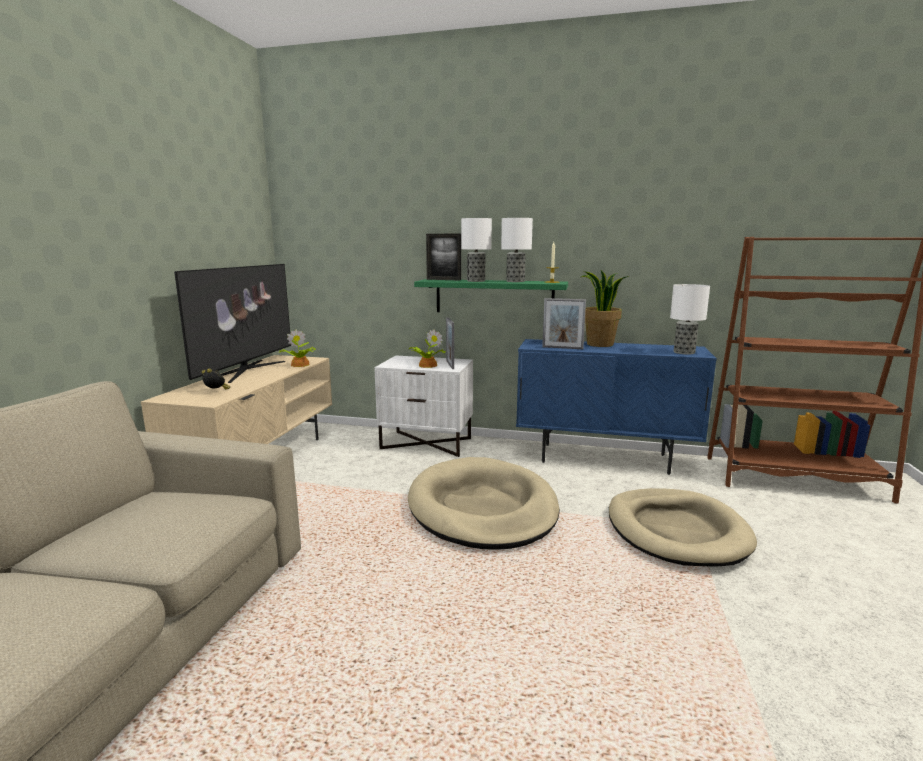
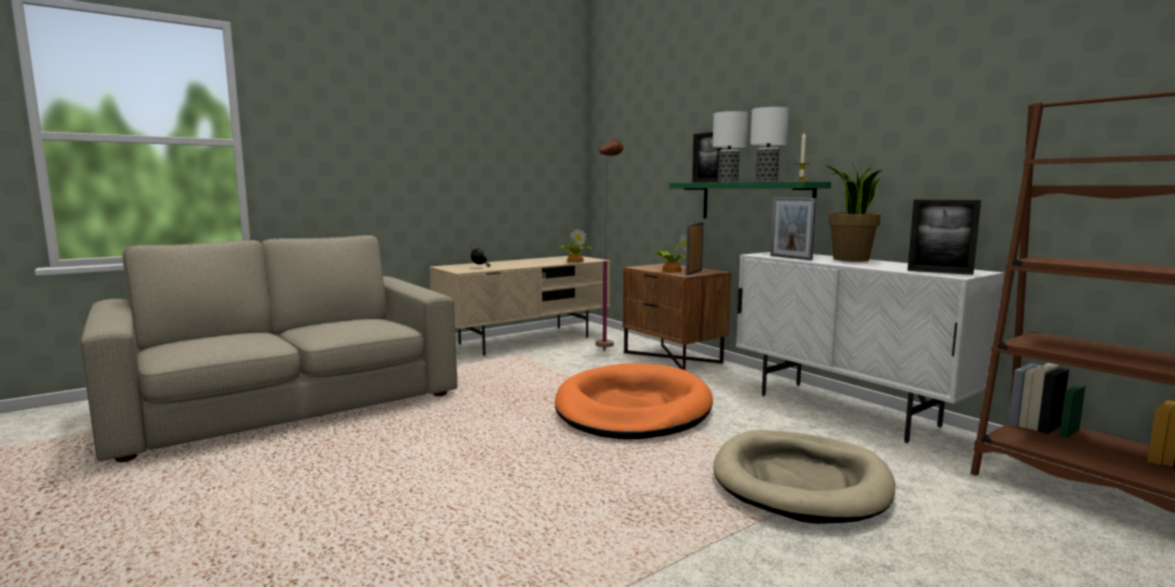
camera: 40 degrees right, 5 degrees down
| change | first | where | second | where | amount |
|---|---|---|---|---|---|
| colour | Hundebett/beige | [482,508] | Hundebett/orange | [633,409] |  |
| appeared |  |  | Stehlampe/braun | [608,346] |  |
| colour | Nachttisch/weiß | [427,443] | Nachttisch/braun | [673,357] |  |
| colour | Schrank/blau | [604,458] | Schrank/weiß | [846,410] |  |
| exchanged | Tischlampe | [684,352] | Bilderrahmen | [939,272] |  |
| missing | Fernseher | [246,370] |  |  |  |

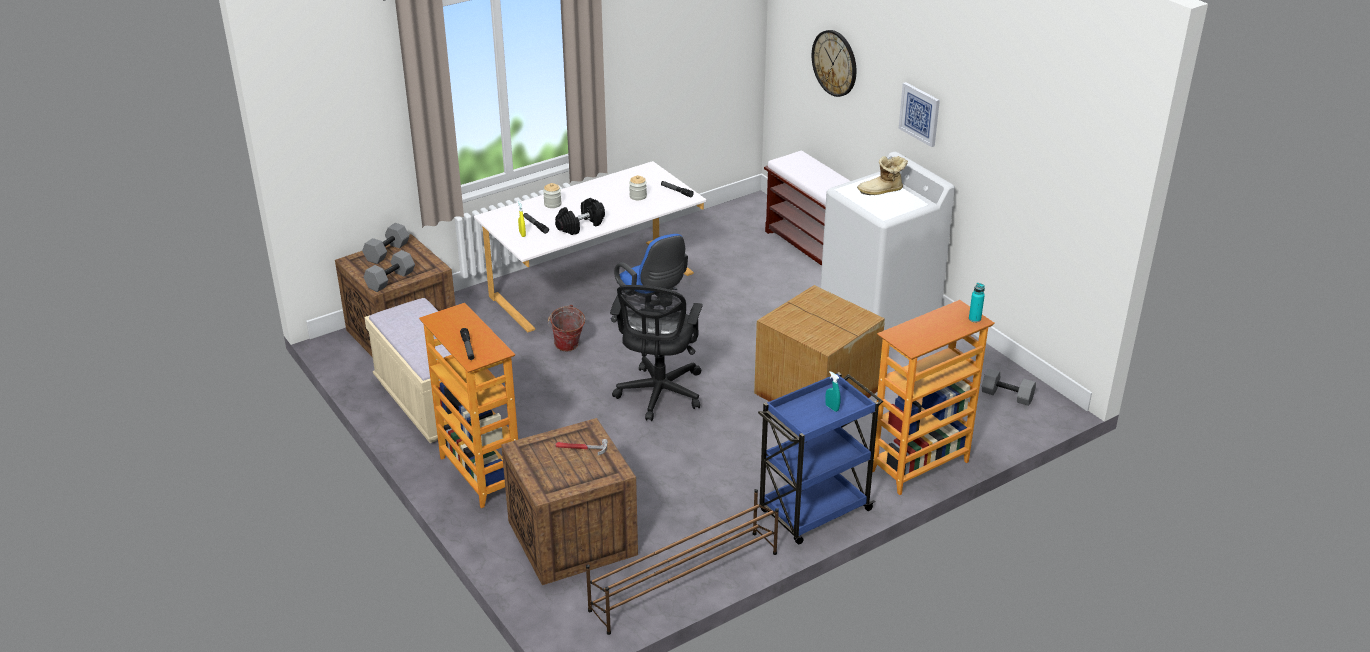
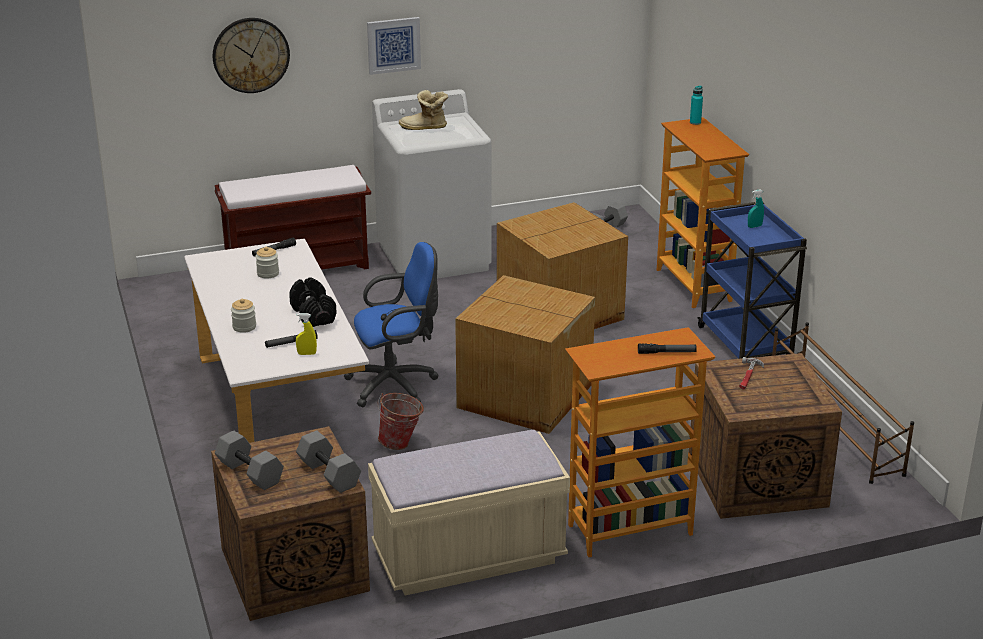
camera: 75 degrees left, 5 degrees down
| change | first | where | second | where | amount |
|---|---|---|---|---|---|
| spun | Stiefel | [882,191] |  | [424,128] | 90 degrees clockwise |
| exchanged | Bürostuhl/schwarz | [659,395] | Karton | [525,397] |  |

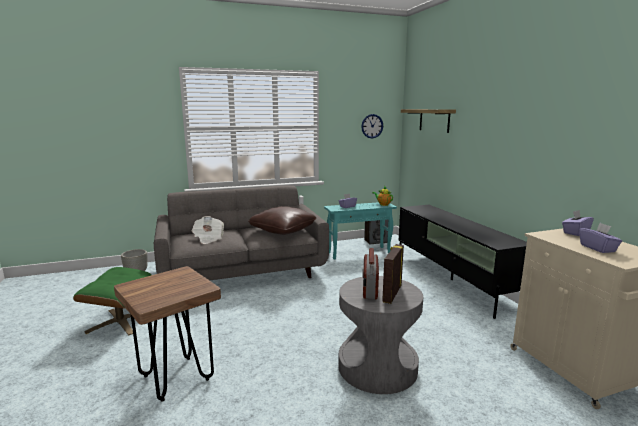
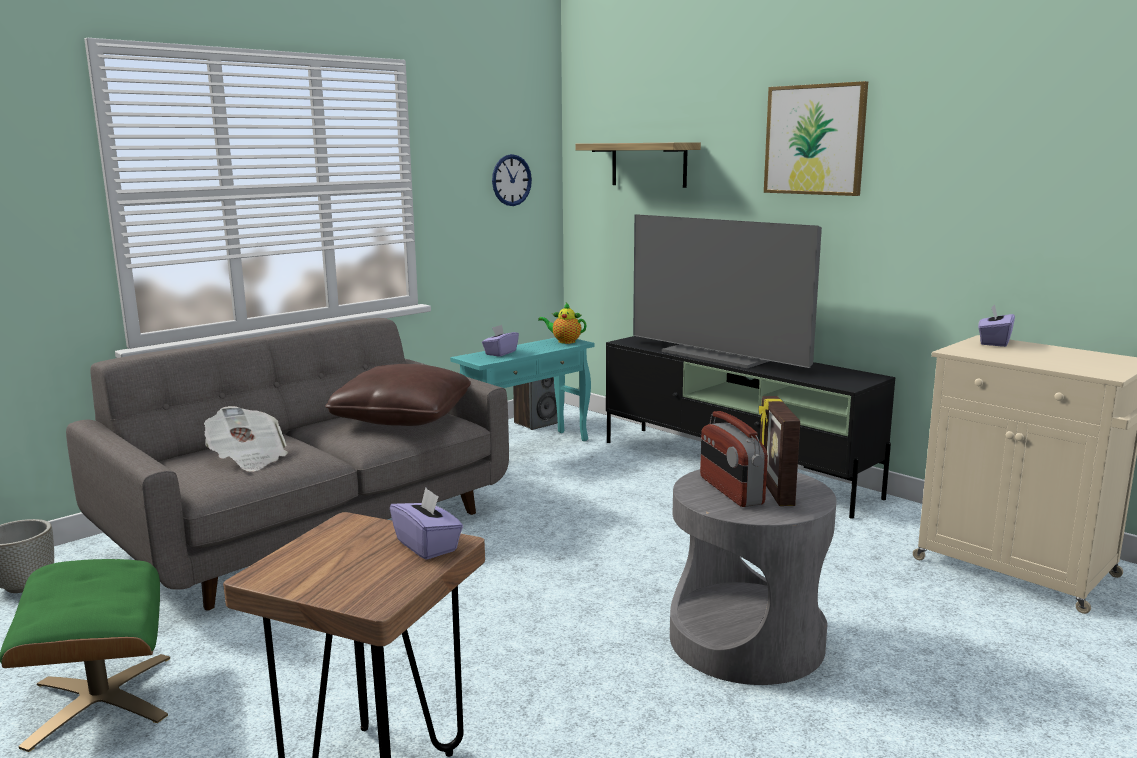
camera: 25 degrees left, 0 degrees up
| change | first | where | second | where | amount |
|---|---|---|---|---|---|
| relocated | Taschentuchbox/lila | [598,248] |  | [427,546] |  |
| appeared |  |  | Fernseher | [719,355] |  |
| appeared |  |  | Bild | [815,140] |  |

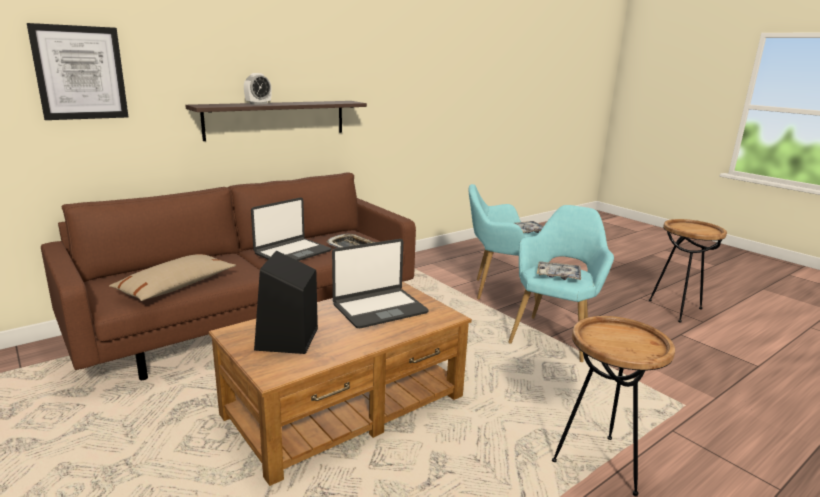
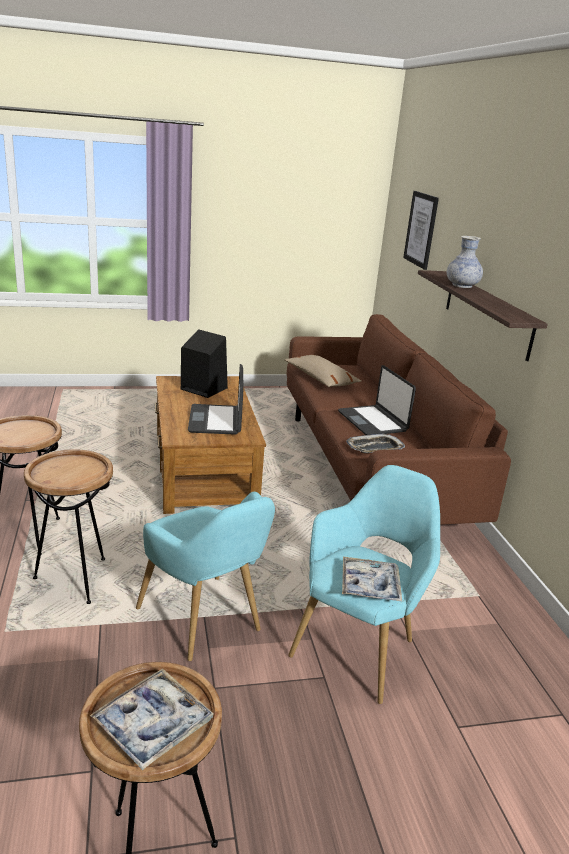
camera: 115 degrees right, 5 degrees up
| change | first | where | second | where | amount |
|---|---|---|---|---|---|
| appeared |  |  | Beistelltisch/braun | [75,580] |  |
| relocated | Tablett | [558,275] |  | [152,725] |  |
| exchanged | Wecker | [258,104] | Vase | [462,286] |  |

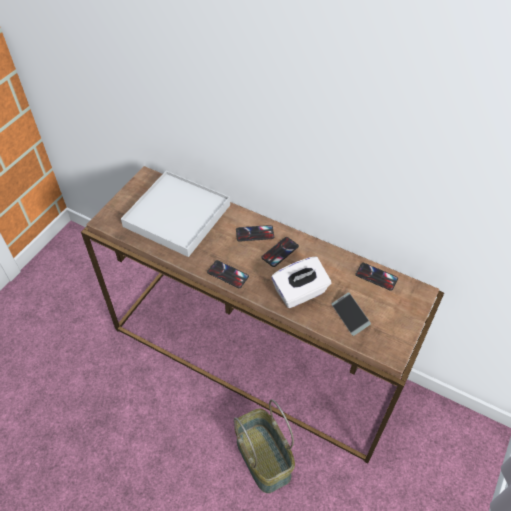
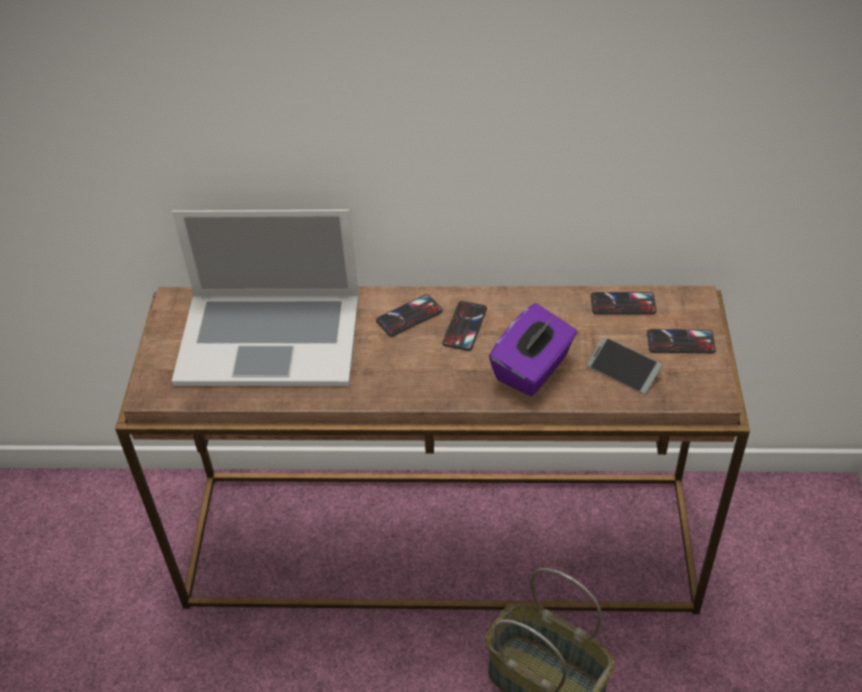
camera: 25 degrees left, 5 degrees down
| change | first | where | second | where | amount |
|---|---|---|---|---|---|
| exchanged | Tablett/weiß | [177,215] | Laptop | [269,338] |  |
| colour | Taschentuchbox/weiß | [300,292] | Taschentuchbox/lila | [533,369] |  |
| relocated | Handy | [227,274] |  | [680,342] |  |

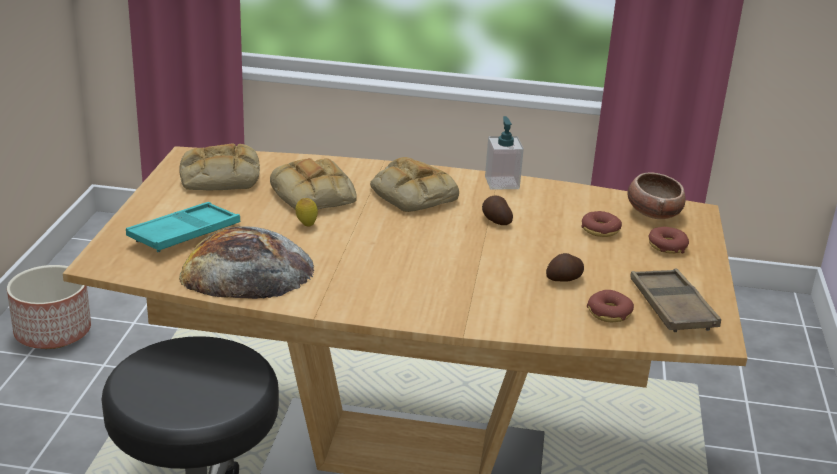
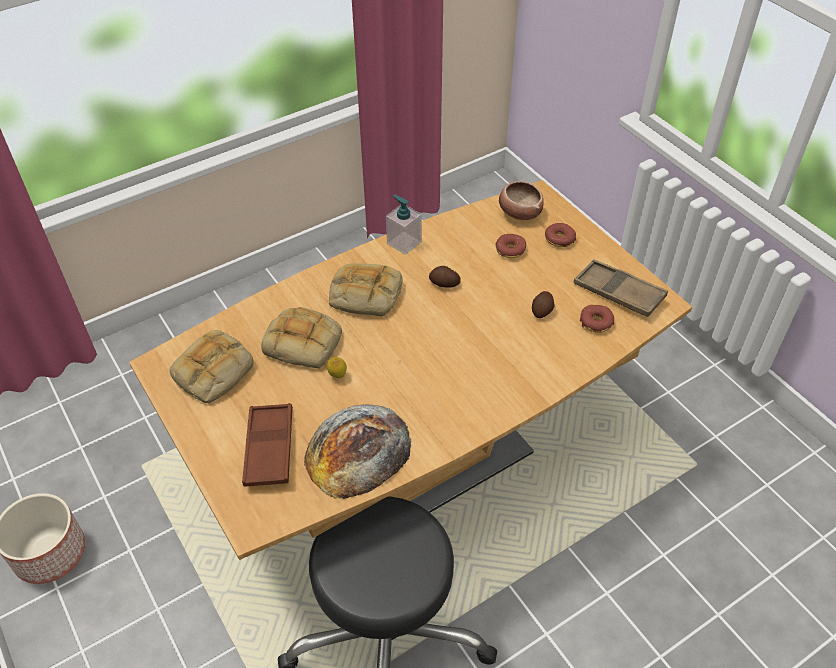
camera: 40 degrees left, 20 degrees up
| change | first | where | second | where | amount |
|---|---|---|---|---|---|
| colour | Tablett/türkis | [184,234] | Tablett/braun | [269,448] |  |

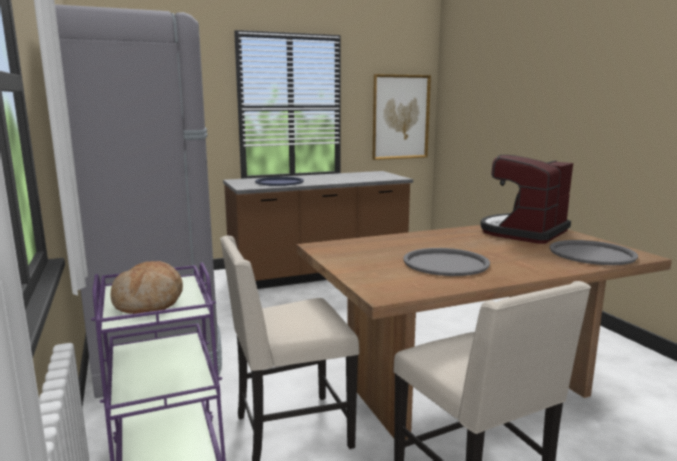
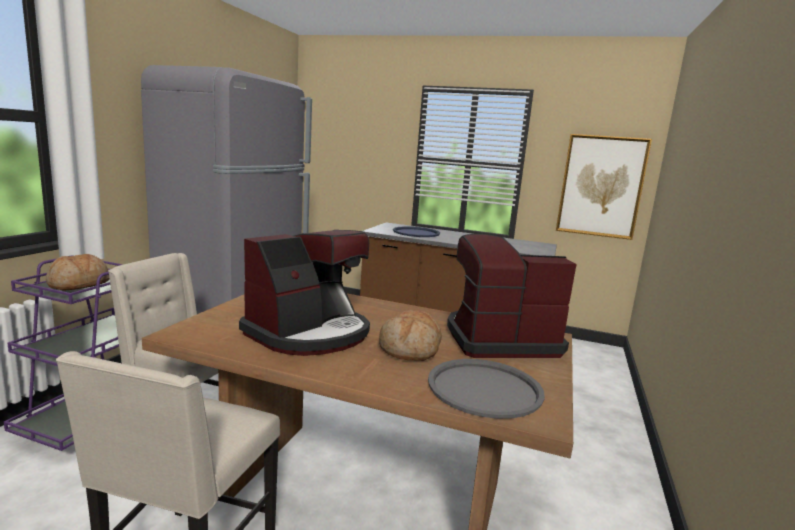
camera: 40 degrees right, 0 degrees up
| change | first | where | second | where | amount |
|---|---|---|---|---|---|
| exchanged | Tablett/grau | [445,263] | Kaffeemaschine | [309,333] |  |
| appeared |  |  | Brot | [410,349] |  |

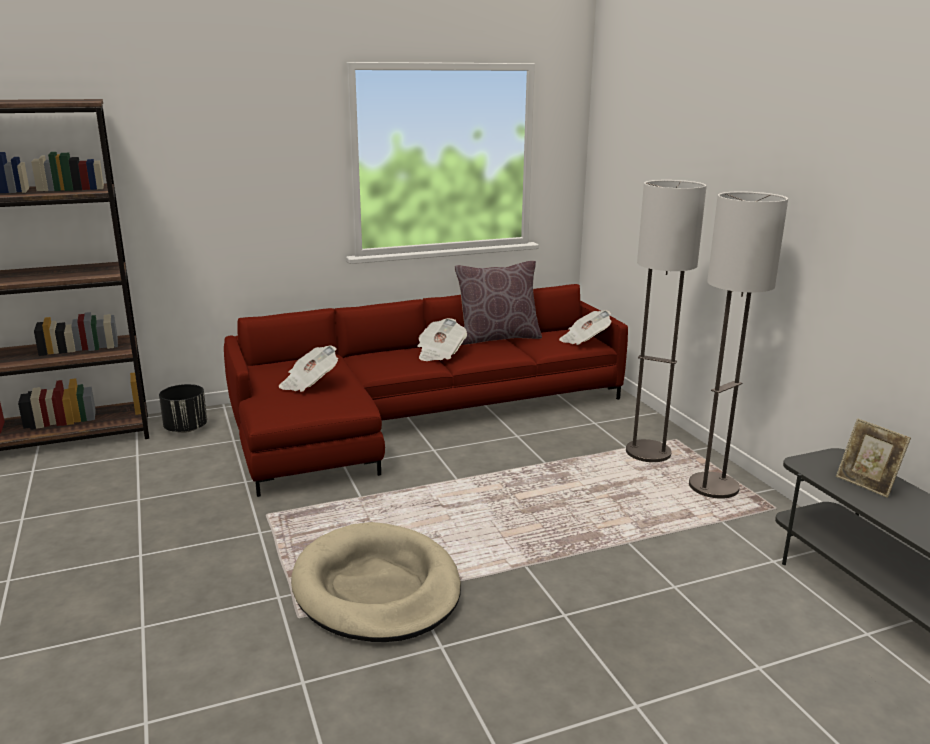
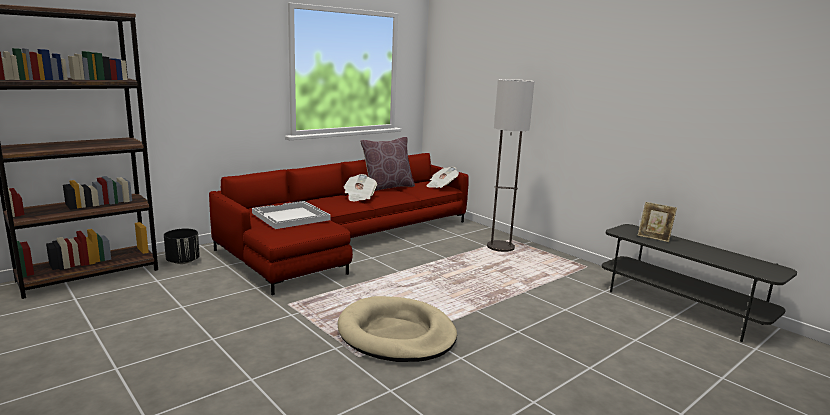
camera: 20 degrees left, 5 degrees down
| change | first | where | second | where | amount |
|---|---|---|---|---|---|
| exchanged | Zeitung | [309,384] | Tablett/weiß | [290,217] |  |
| missing | Stehlampe | [713,487] |  |  |  |

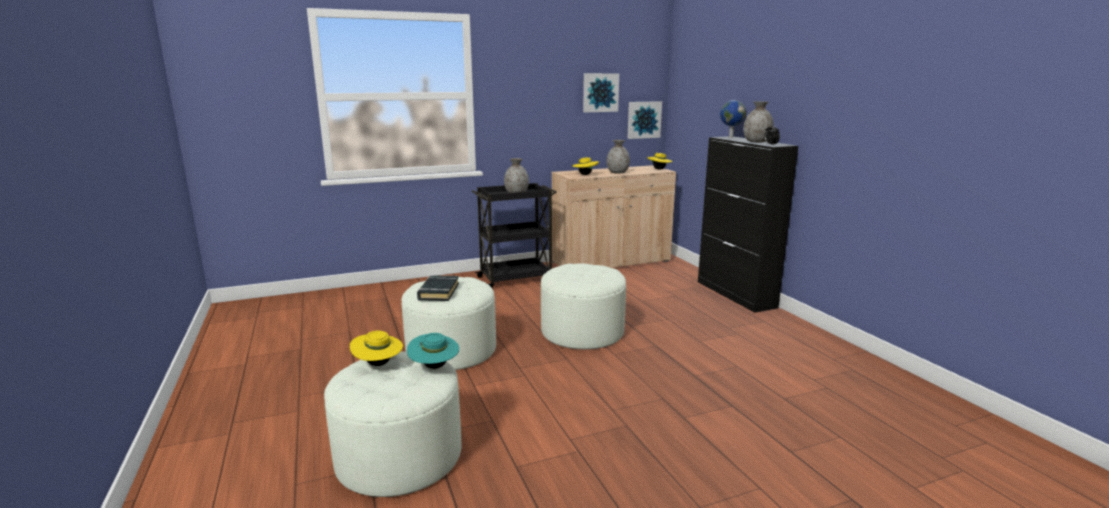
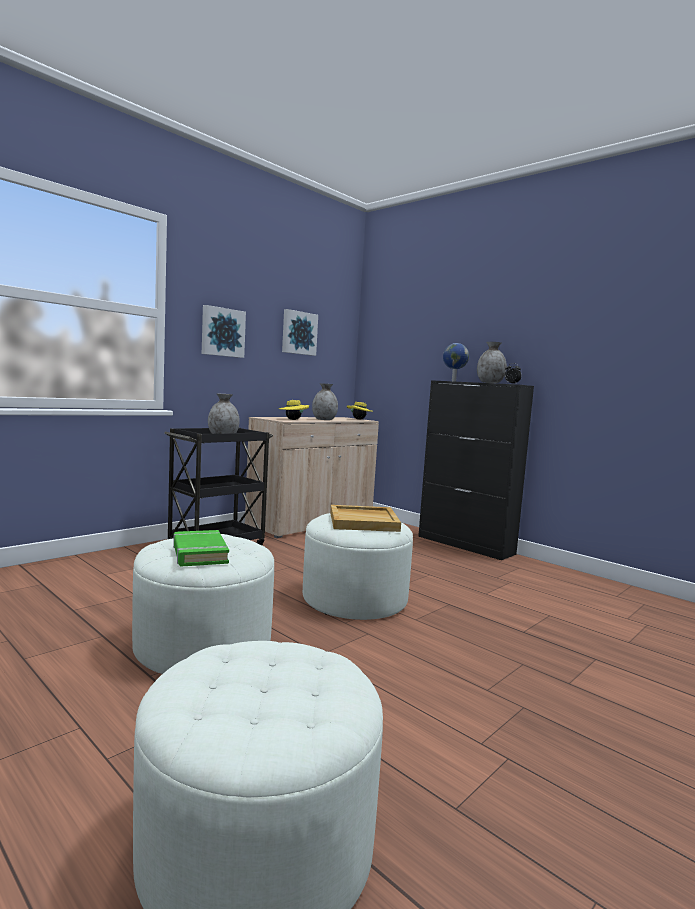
camera: 25 degrees left, 10 degrees down
| change | first | where | second | where | amount |
|---|---|---|---|---|---|
| colour | Buch/schwarz | [438,292] | Buch/grün | [199,553] |  |
| relocated | Bild | [643,120] |  | [222,332] |  |
| appeared |  |  | Tablett/beige | [364,521] |  |
| missing | Hut/gelb | [378,364] |  |  |  |
| missing | Hut/türkis | [434,367] |  |  |  |

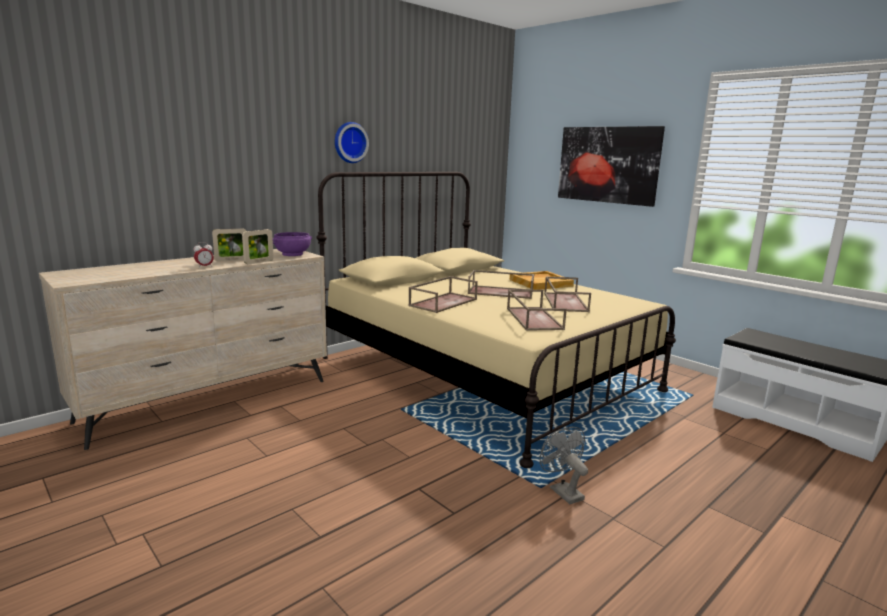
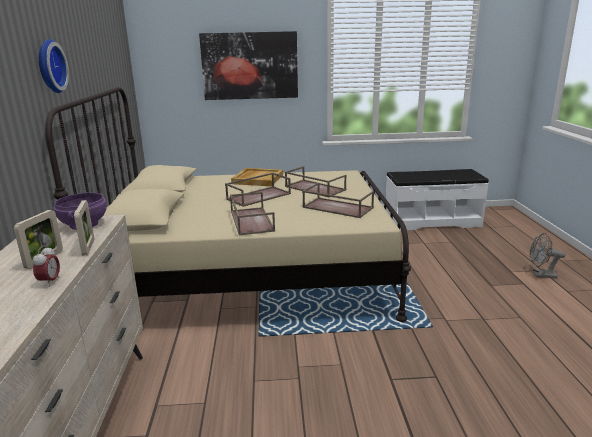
camera: 50 degrees left, 5 degrees up
| change | first | where | second | where | amount |
|---|---|---|---|---|---|
| relocated | Ventilator/grau | [562,491] |  | [541,275] |  |

